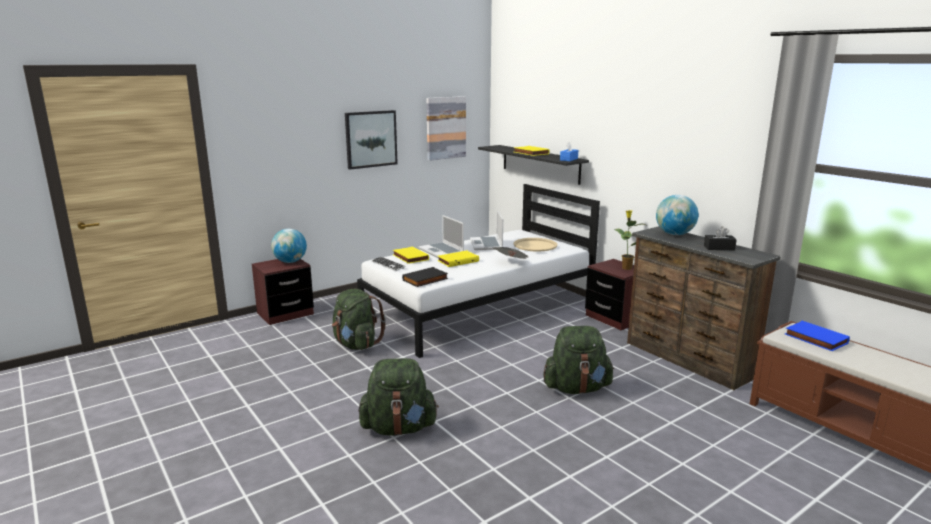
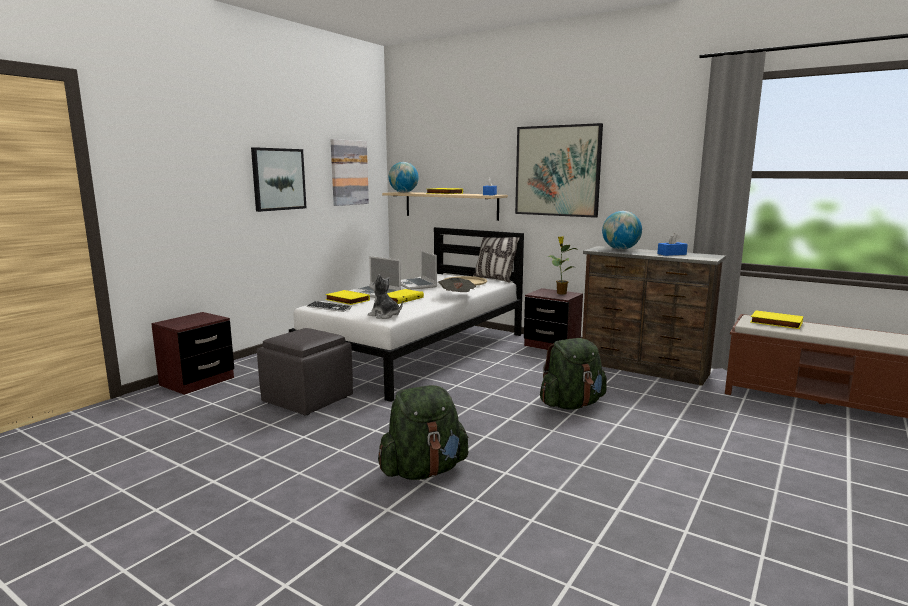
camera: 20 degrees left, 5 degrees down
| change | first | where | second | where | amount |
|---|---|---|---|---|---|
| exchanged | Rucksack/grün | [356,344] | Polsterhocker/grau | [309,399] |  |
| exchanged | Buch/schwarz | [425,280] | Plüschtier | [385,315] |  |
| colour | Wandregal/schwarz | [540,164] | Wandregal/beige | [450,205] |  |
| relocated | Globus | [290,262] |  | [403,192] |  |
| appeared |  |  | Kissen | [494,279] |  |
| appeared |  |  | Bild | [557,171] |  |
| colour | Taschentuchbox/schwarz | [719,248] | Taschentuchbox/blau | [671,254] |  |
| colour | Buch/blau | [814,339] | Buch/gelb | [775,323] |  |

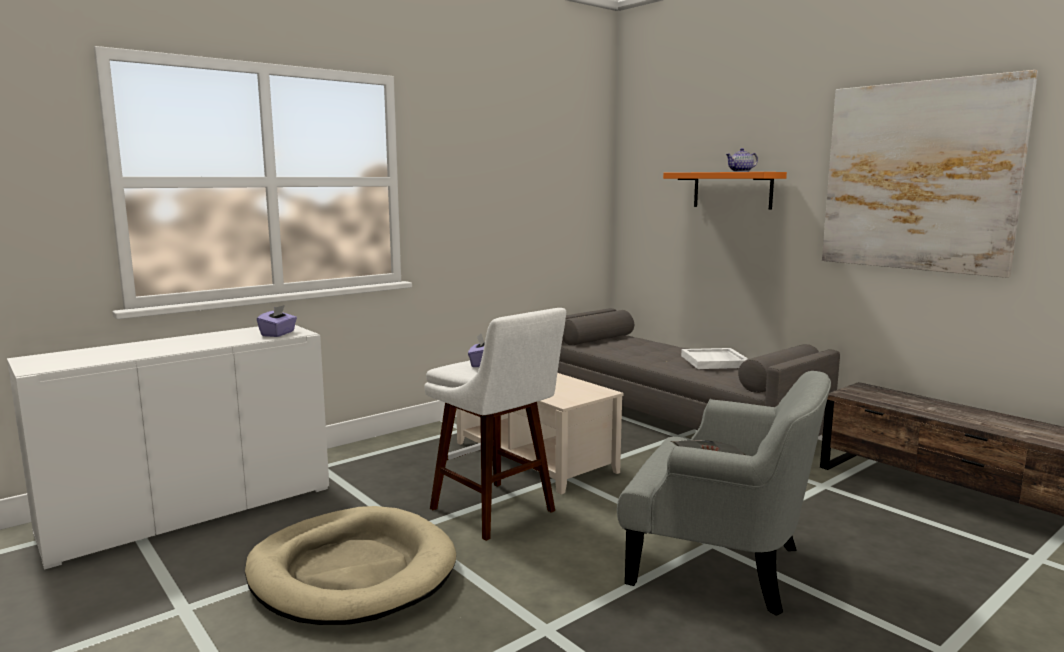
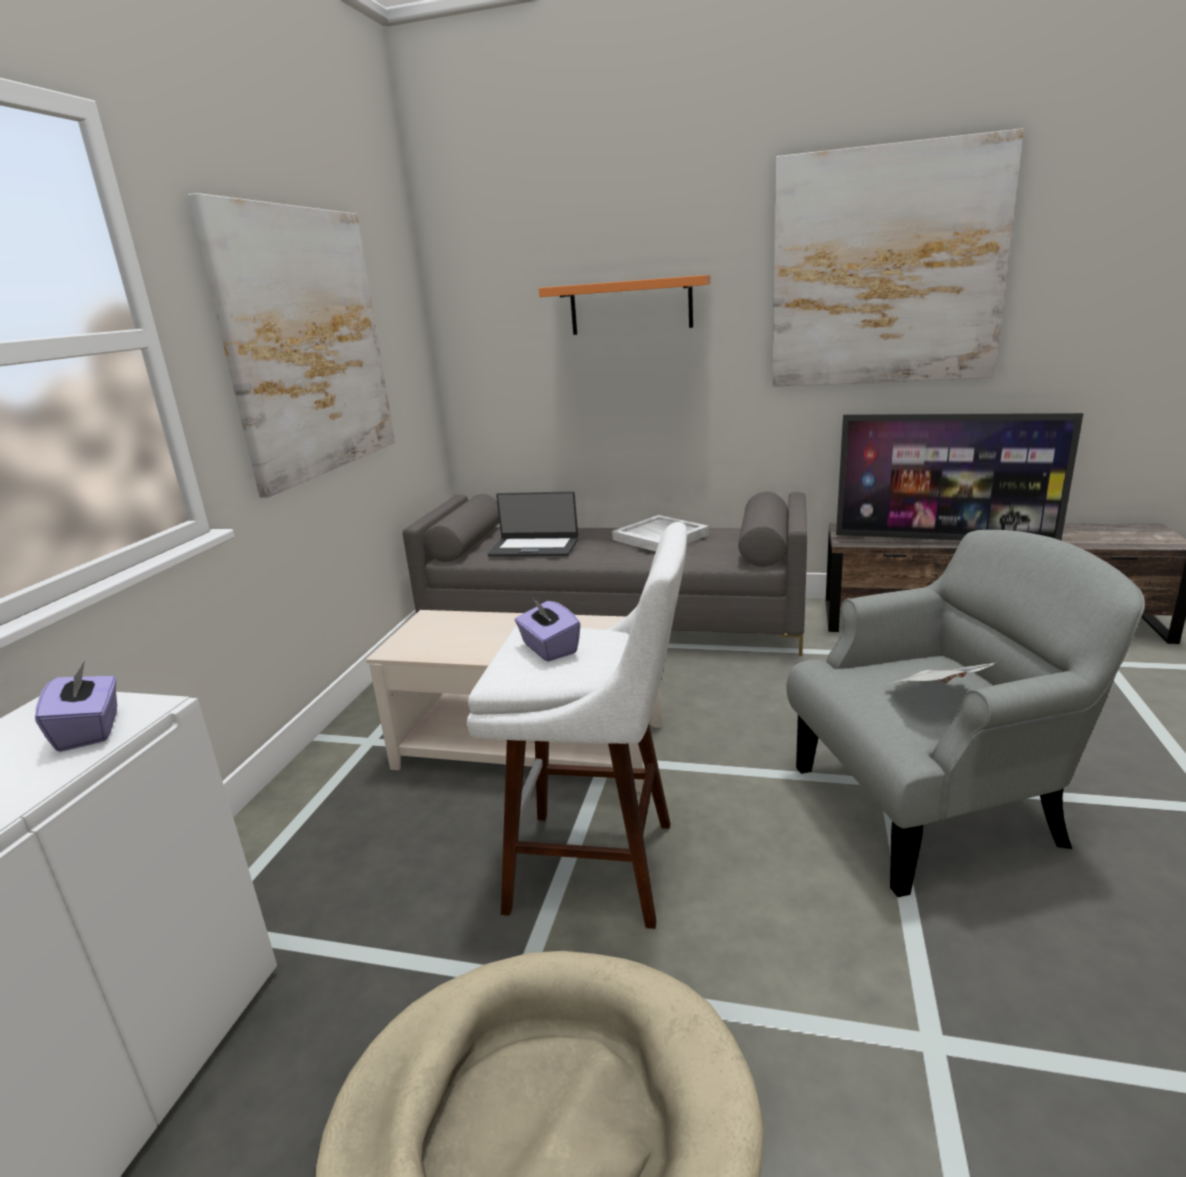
camera: 35 degrees left, 10 degrees up
| change | first | where | second | where | amount |
|---|---|---|---|---|---|
| appeared |  |  | Bild | [308,343] |  |
| appeared |  |  | Laptop | [534,547] |  |
| appeared |  |  | Fernseher | [943,539] |  |
| missing | Teekanne | [741,171] |  |  |  |

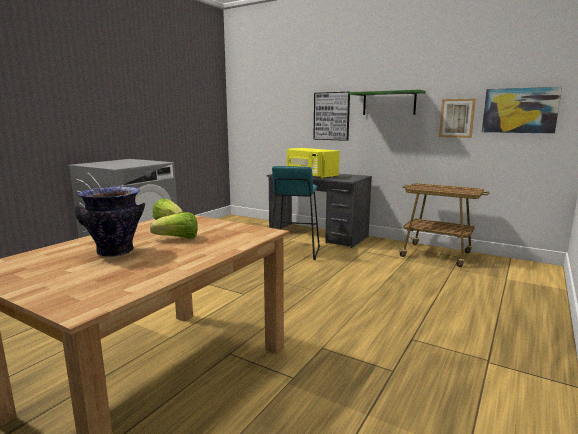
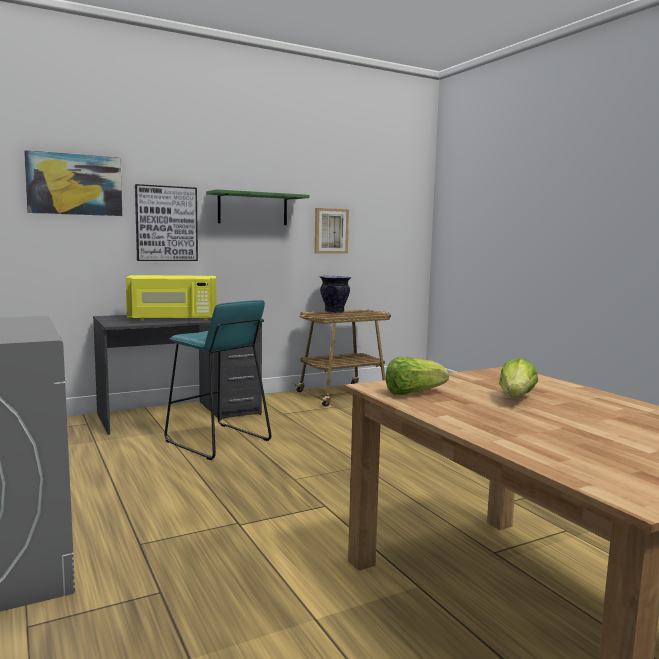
camera: 60 degrees left, 5 degrees down
| change | first | where | second | where | amount |
|---|---|---|---|---|---|
| relocated | Bild | [519,110] |  | [74,184] |  |
| relocated | Vase | [115,252] |  | [335,312] |  |

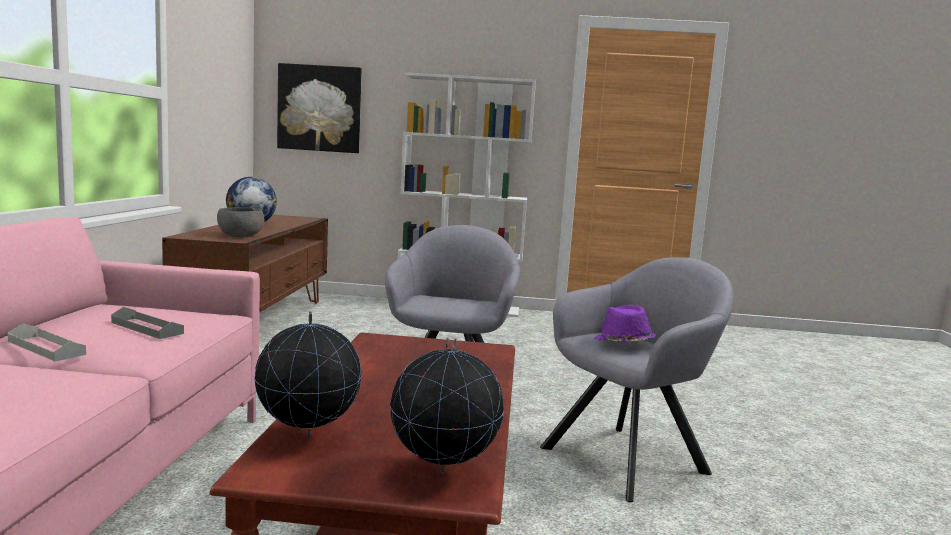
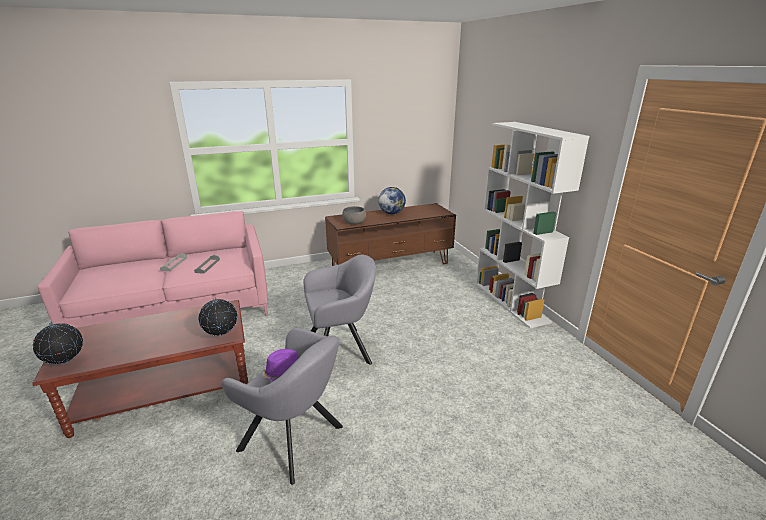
camera: 65 degrees right, 15 degrees up
| change | first | where | second | where | amount |
|---|---|---|---|---|---|
| relocated | Globus | [307,438] |  | [221,336] |  |
| missing | Bild | [319,108] |  |  |  |

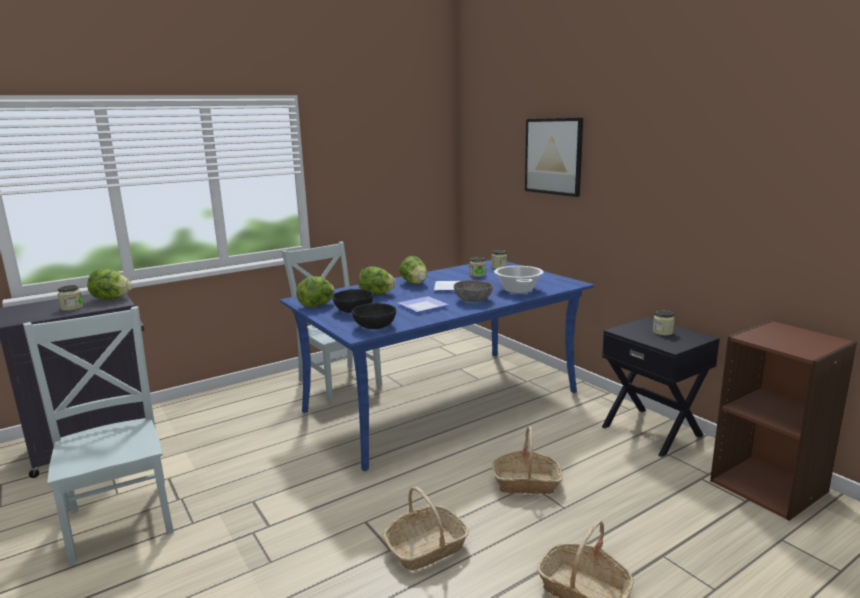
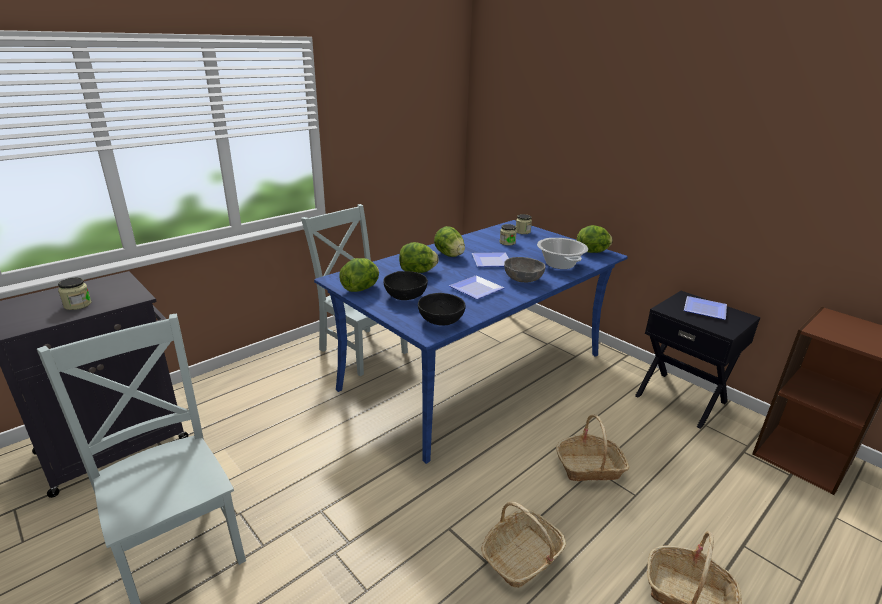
camera: 10 degrees left, 10 degrees up
| change | first | where | second | where | amount |
|---|---|---|---|---|---|
| relocated | Salatkopf | [111,299] |  | [592,252] |  |
| exchanged | Vorratsglas | [662,332] | Teller | [706,310] |  |
| missing | Bild | [553,156] |  |  |  |

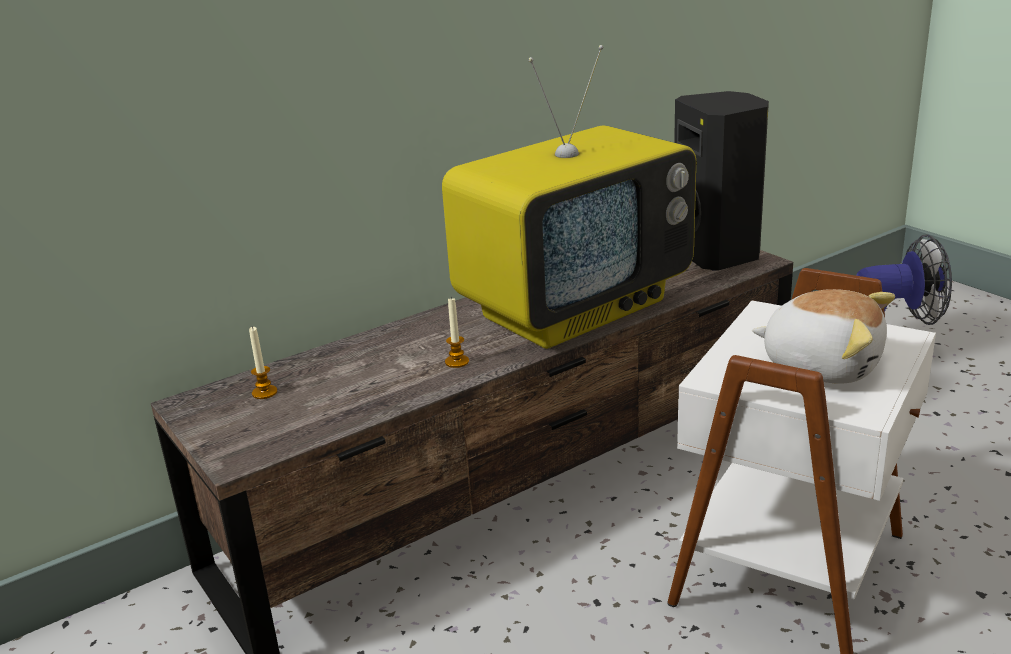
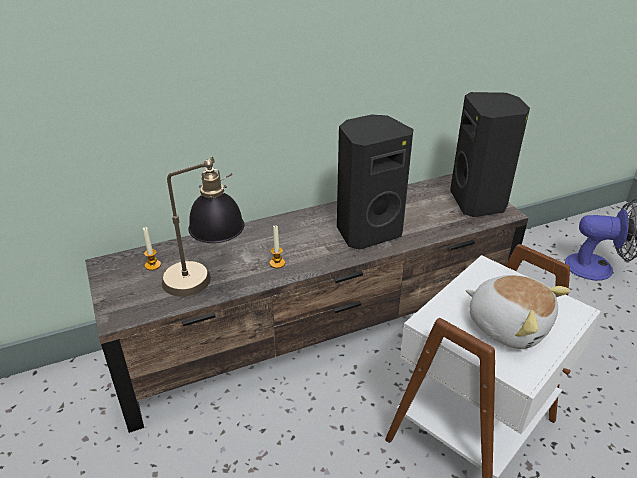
camera: 10 degrees right, 10 degrees up
| change | first | where | second | where | amount |
|---|---|---|---|---|---|
| appeared |  |  | Tischlampe | [205,285] |  |
| exchanged | Fernseher | [574,308] | Lautsprecher/schwarz | [367,231] |  |

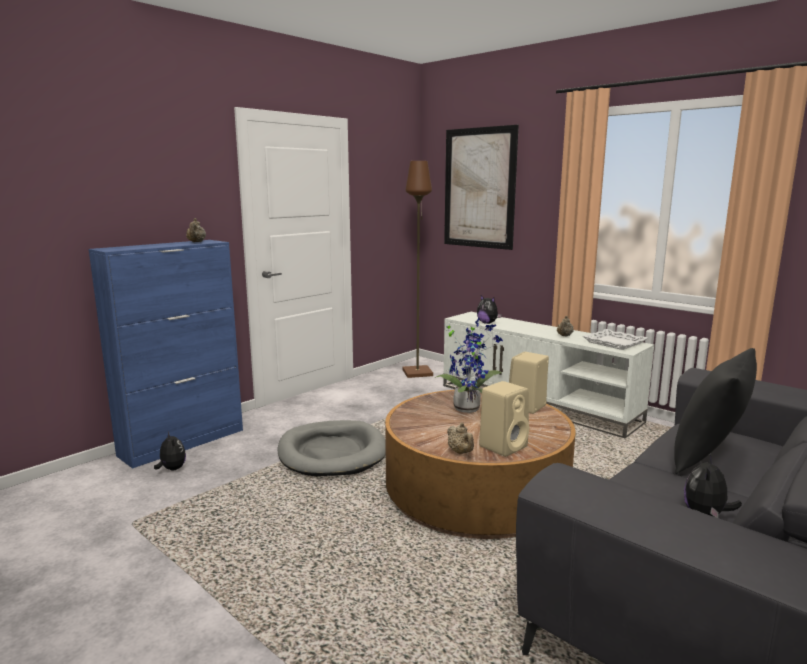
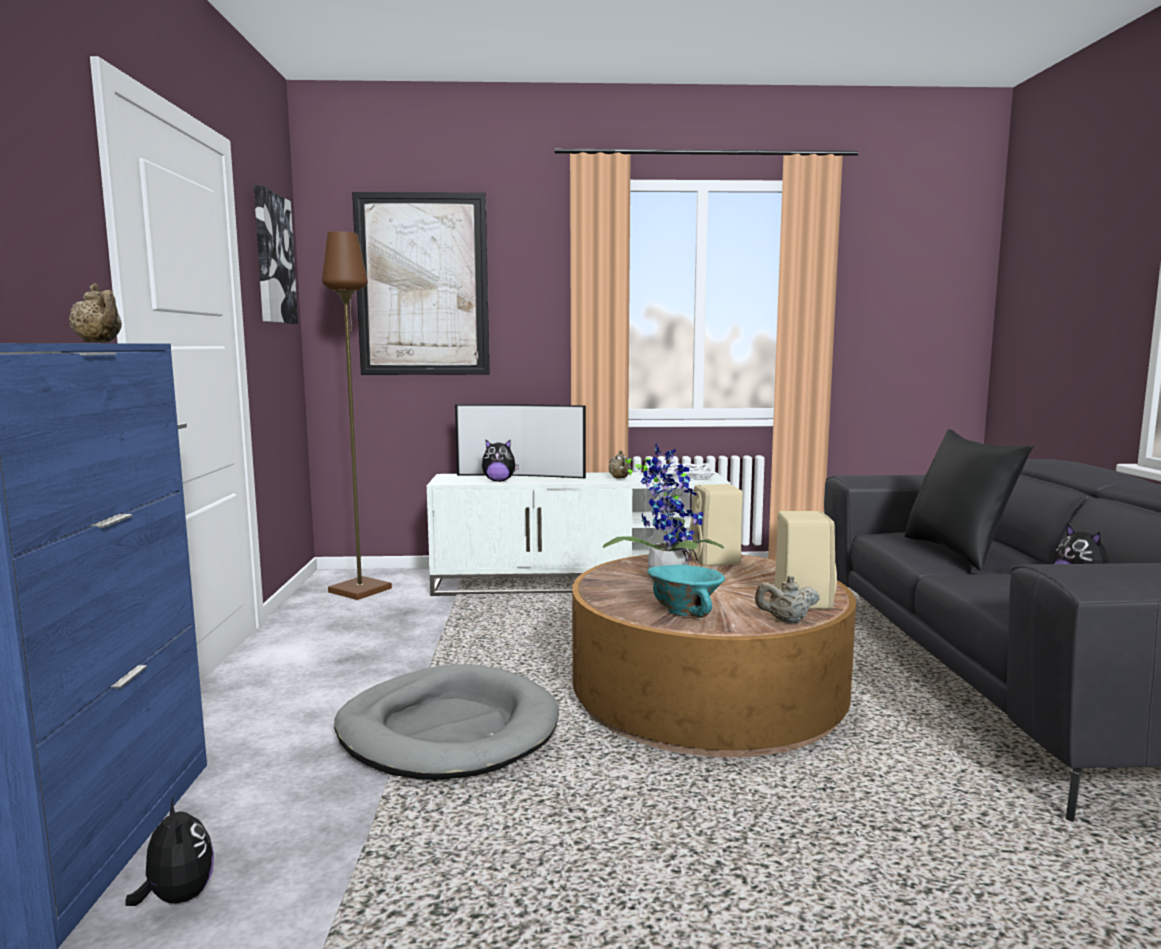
camera: 45 degrees left, 5 degrees down
| change | first | where | second | where | amount |
|---|---|---|---|---|---|
| spun | Plüschtier | [172,469] |  | [177,897] | 45 degrees clockwise |
| appeared |  |  | Bild | [272,258] |  |
| appeared |  |  | Fernseher | [521,475] |  |
| appeared |  |  | Schüssel/türkis | [685,612] |  |
| spun | Teekanne/beige | [460,452] |  | [786,621] | 150 degrees clockwise |

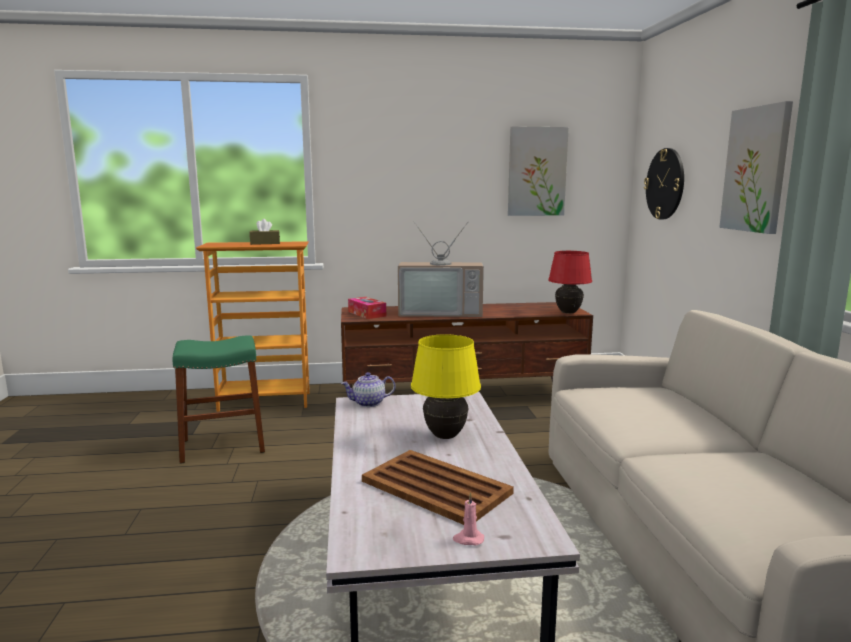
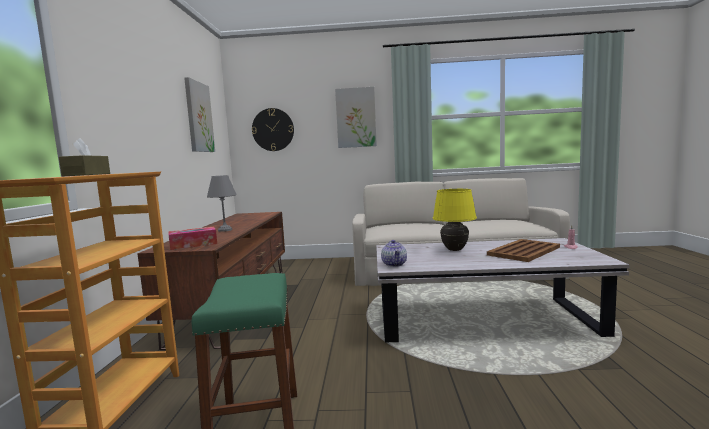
camera: 80 degrees left, 5 degrees down
| change | first | where | second | where | amount |
|---|---|---|---|---|---|
| exchanged | Fernseher | [441,312] | Tischlampe/grau | [224,230] |  |
| missing | Tischlampe/rot | [568,313] |  |  |  |

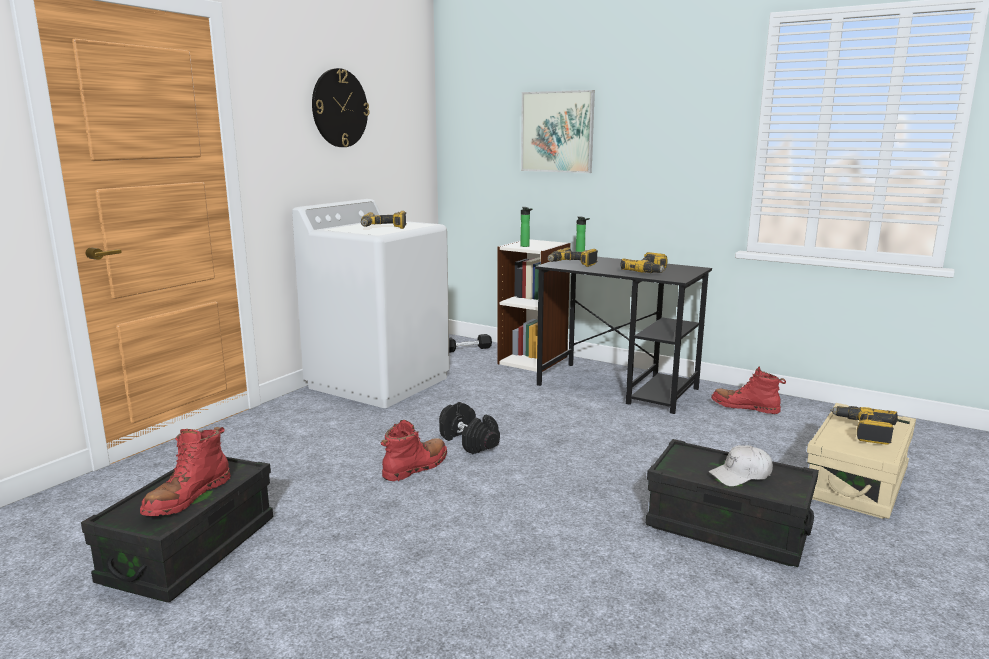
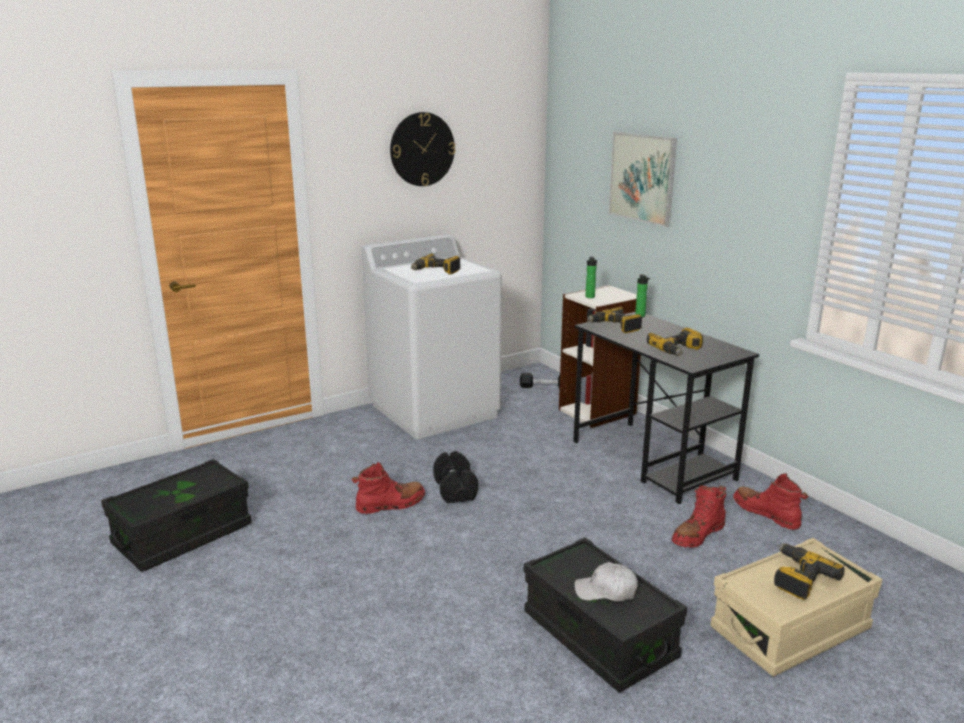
camera: 25 degrees right, 5 degrees up
| change | first | where | second | where | amount |
|---|---|---|---|---|---|
| relocated | Stiefel/rot | [188,497] |  | [697,535] |  |

